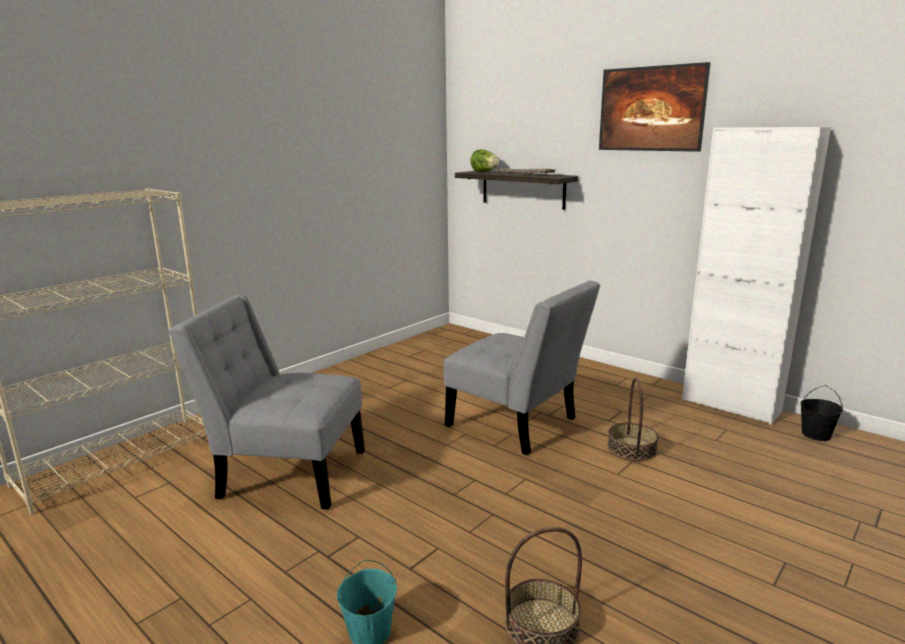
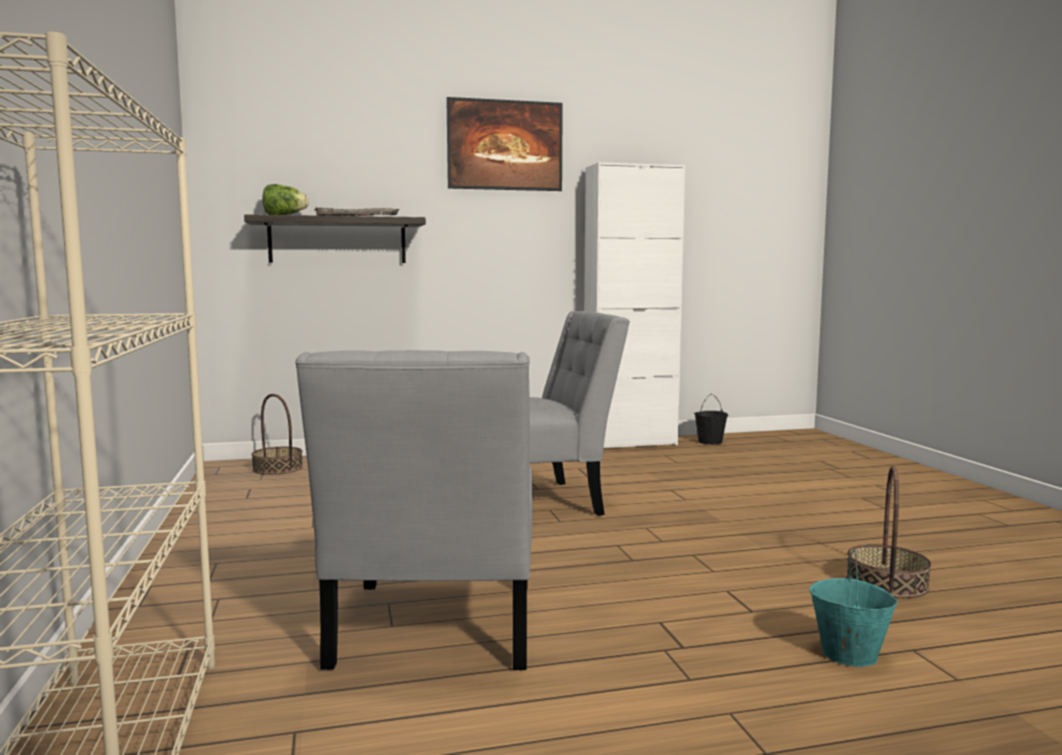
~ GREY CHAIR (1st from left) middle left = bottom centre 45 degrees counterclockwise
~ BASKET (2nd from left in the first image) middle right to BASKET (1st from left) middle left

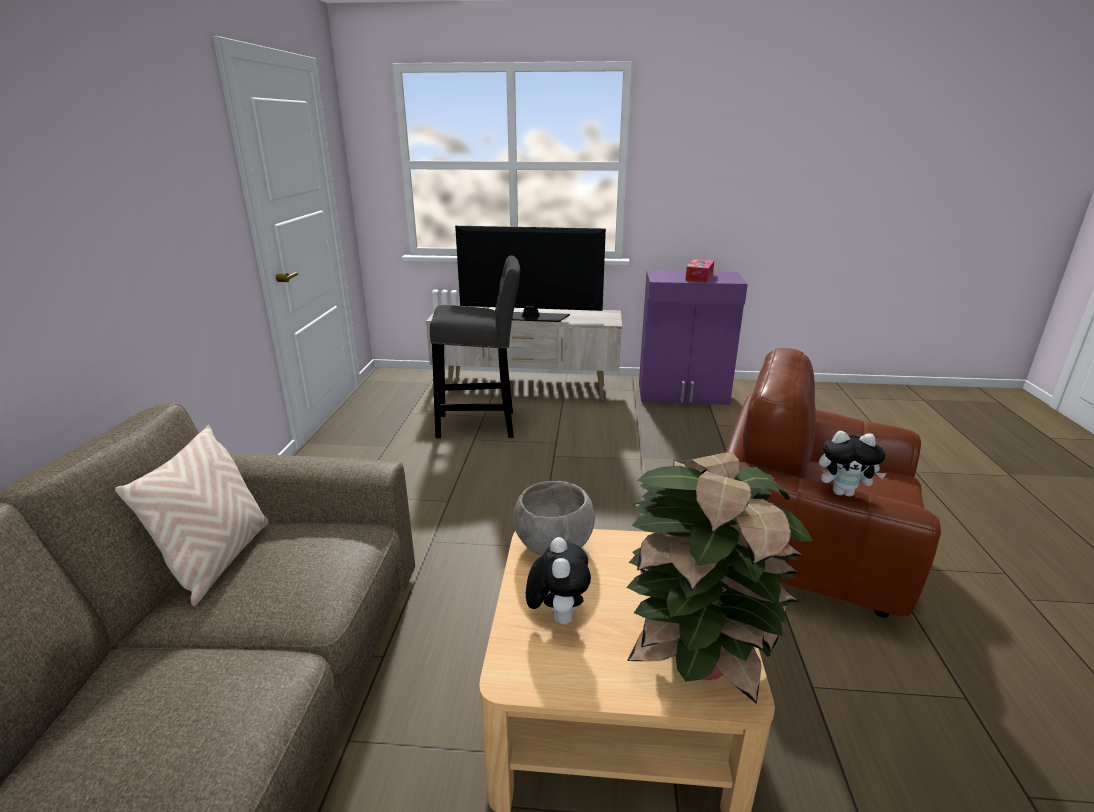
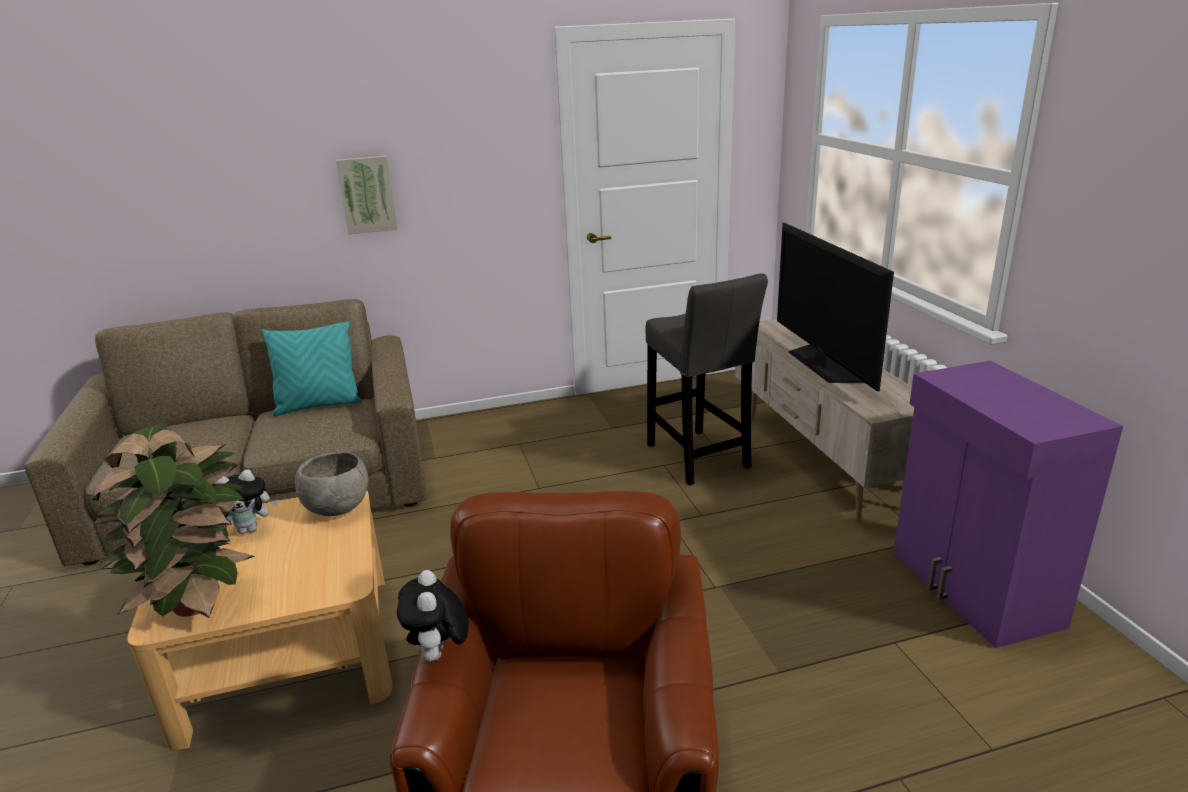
~ BEIGE PILLOW middle left to TURQUOISE PILLOW middle left
- TISSUE BOX centre
+ PICTURE top left

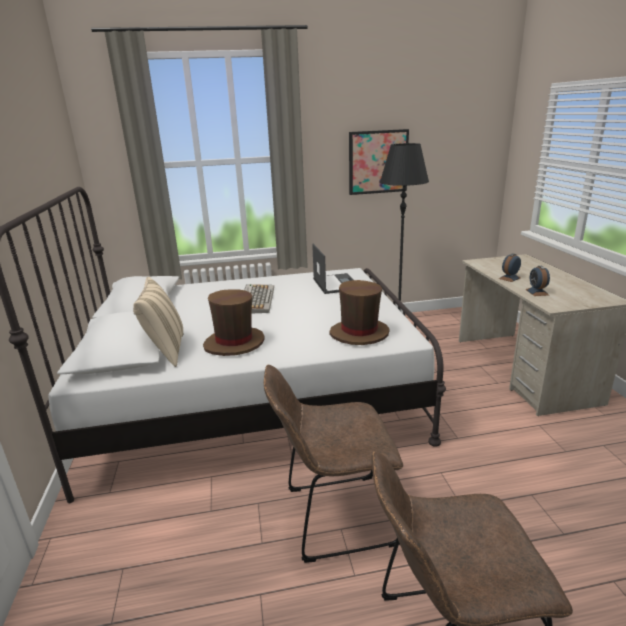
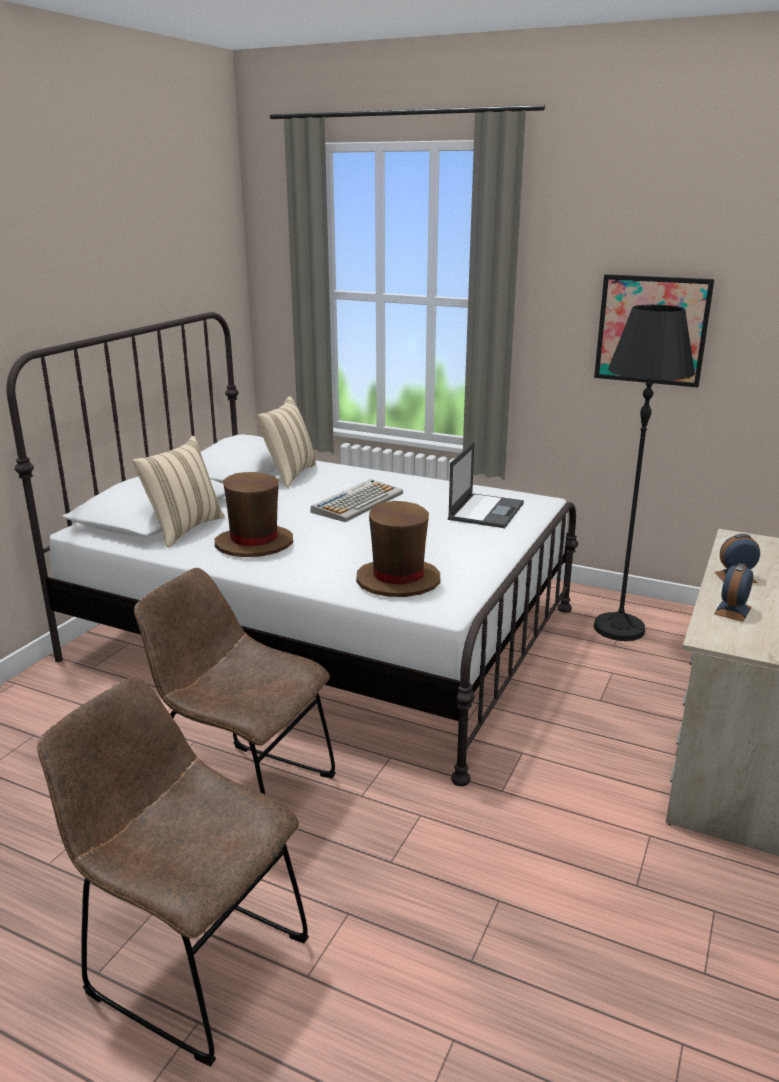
+ BEIGE PILLOW (2nd from left) centre

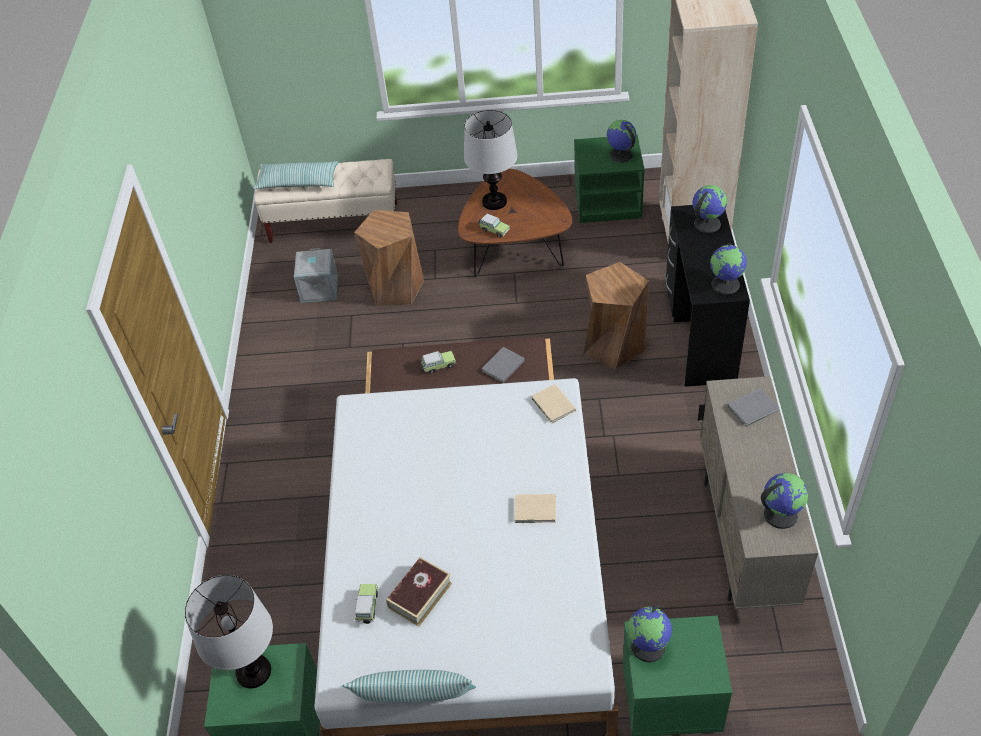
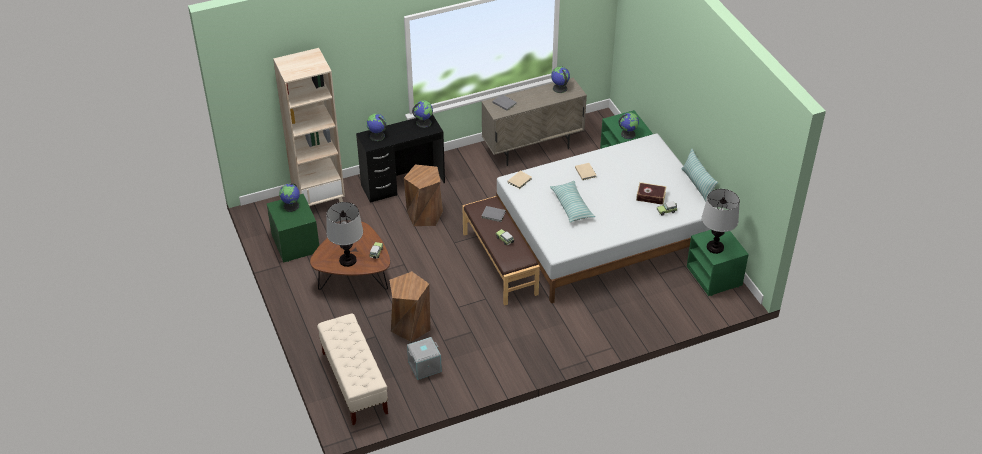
~ PILLOW (1st from left) top left to centre

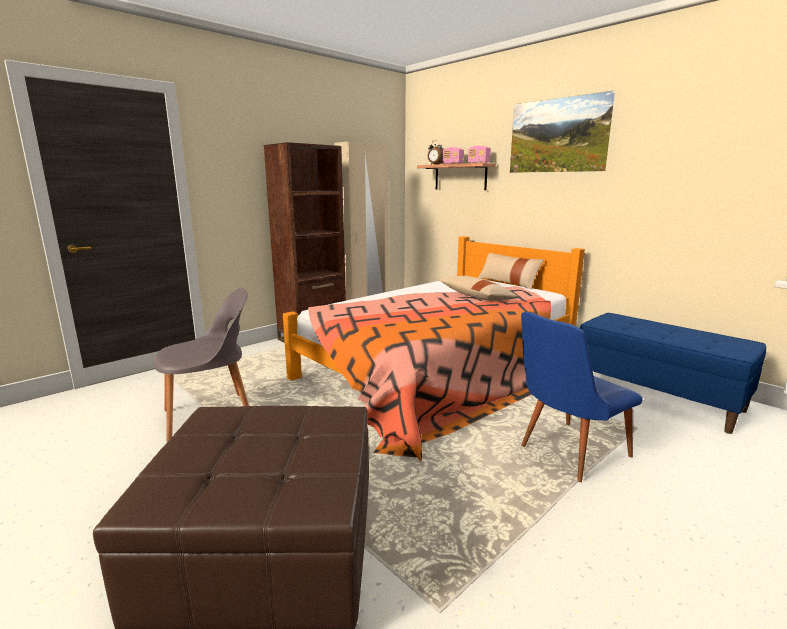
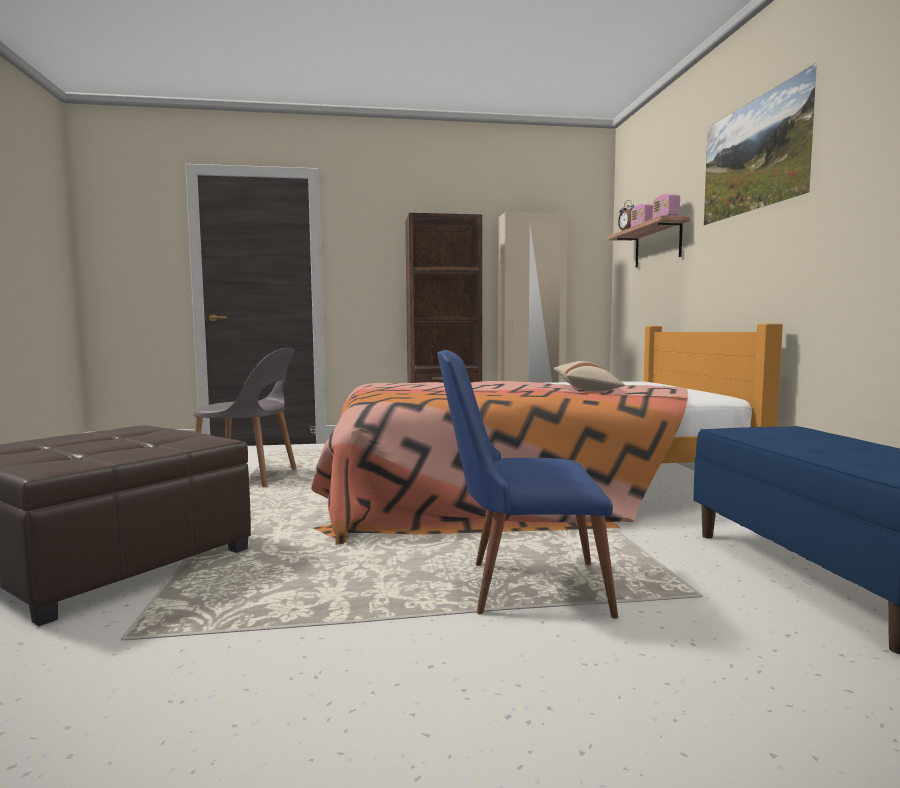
- BEIGE PILLOW (2nd from left) centre

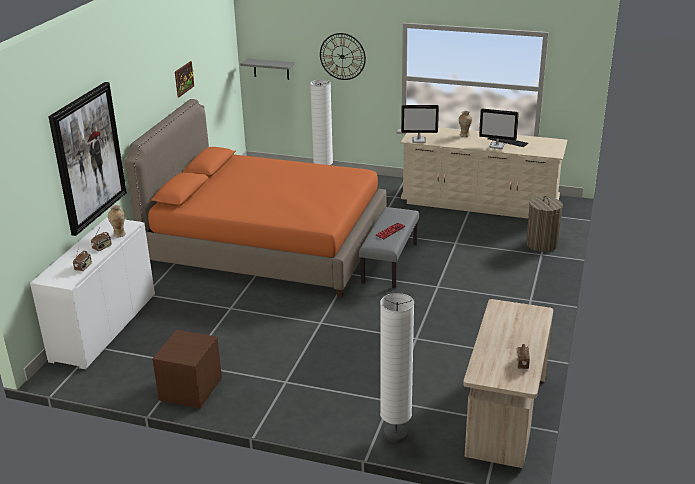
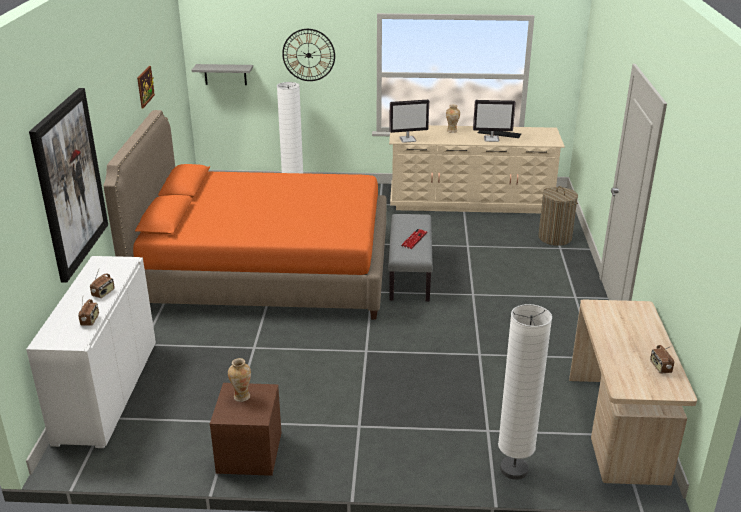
~ VASE (1st from left) middle left to bottom left

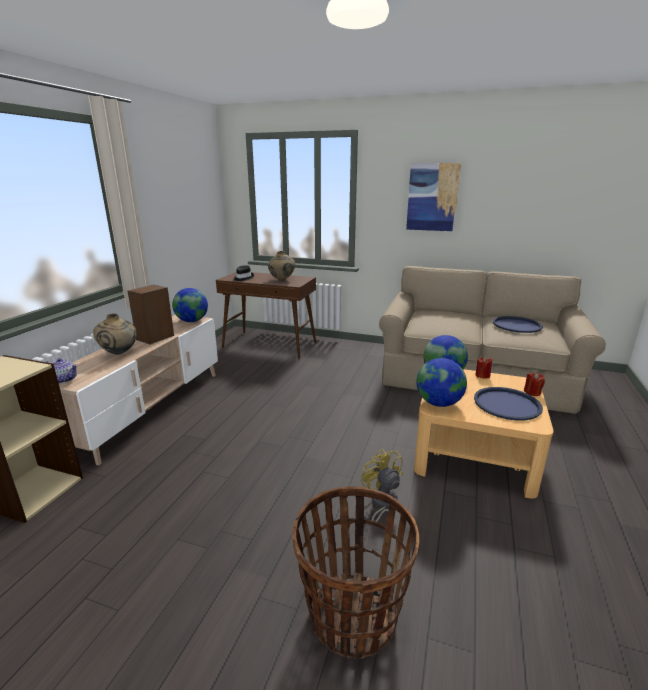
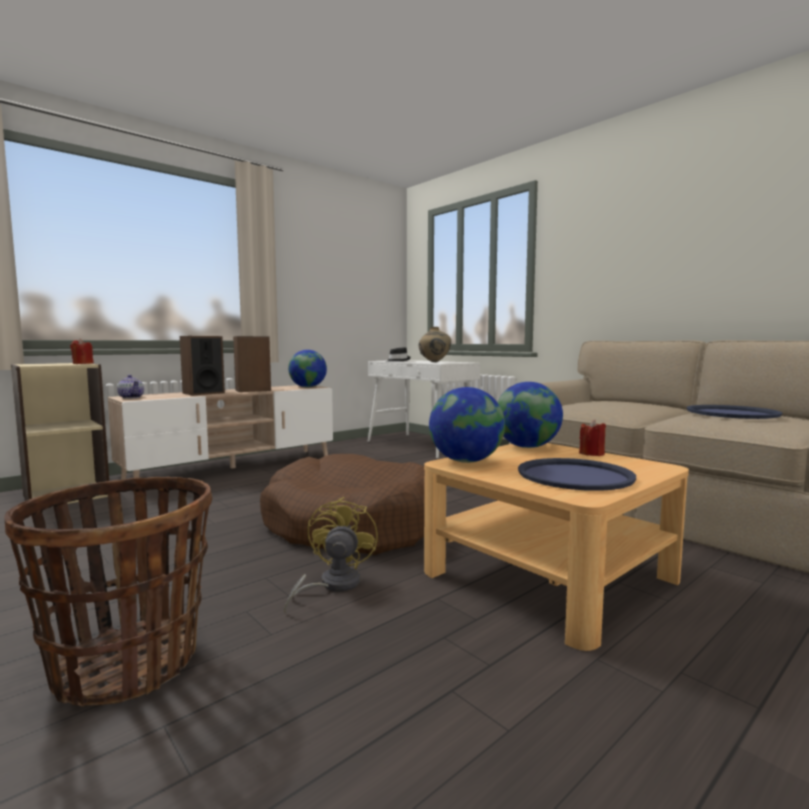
~ BEIGE VASE (1st from left) middle left to SPEAKER (1st from left) middle left
~ BROWN CONSOLE TABLE centre to WHITE CONSOLE TABLE centre
- PICTURE top right
~ RED CANDLE (2nd from left in the first image) middle right to RED CANDLE (1st from left) middle left
+ BROWN DOG BED centre

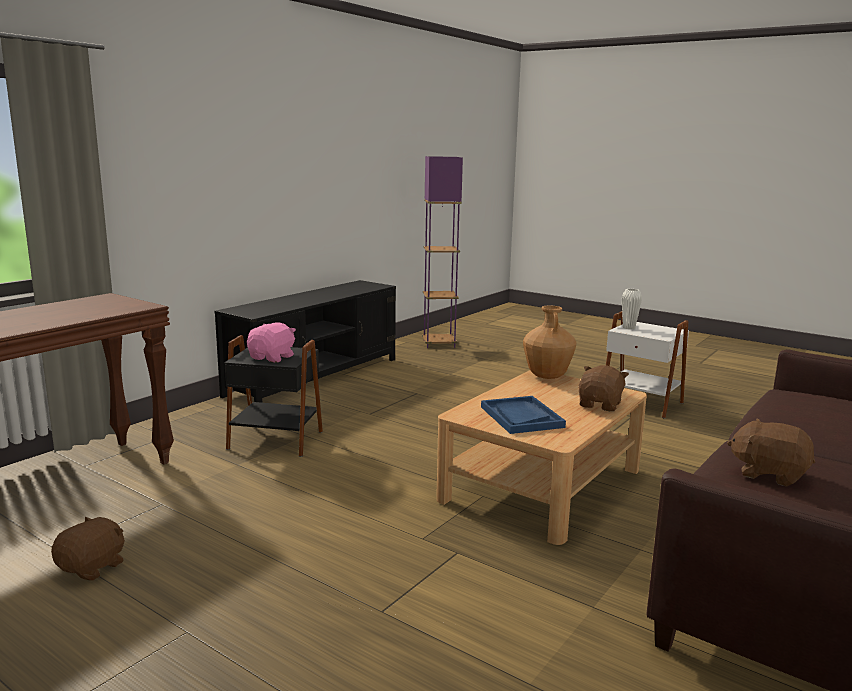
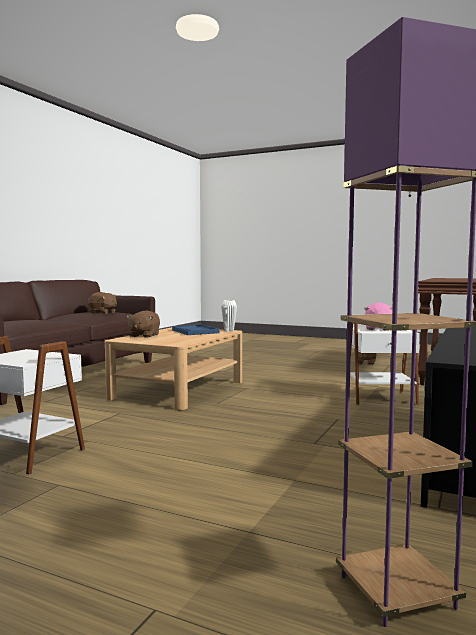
~ BLACK SIDE TABLE middle left to WHITE SIDE TABLE (2nd from left) middle right
- BROWN VASE centre
~ WHITE VASE middle right to centre

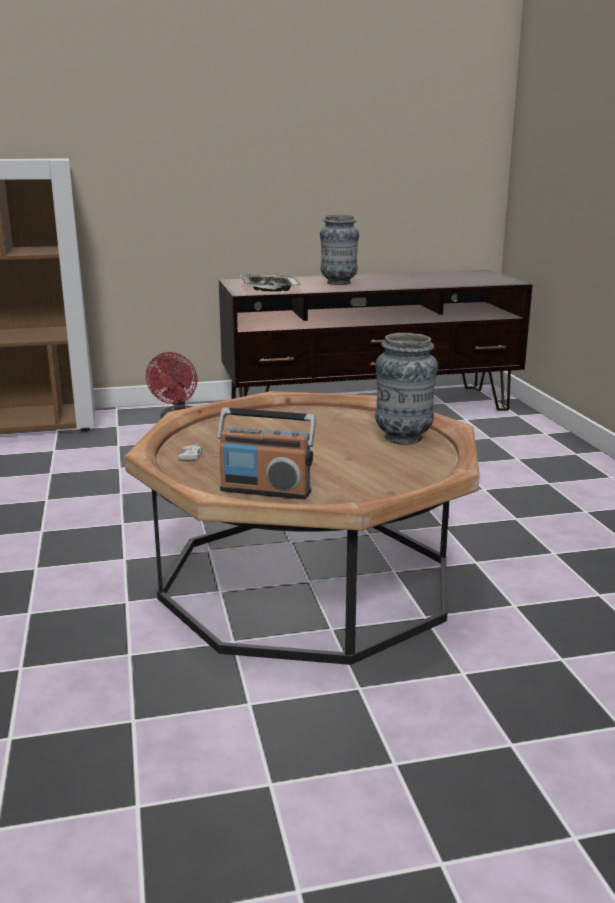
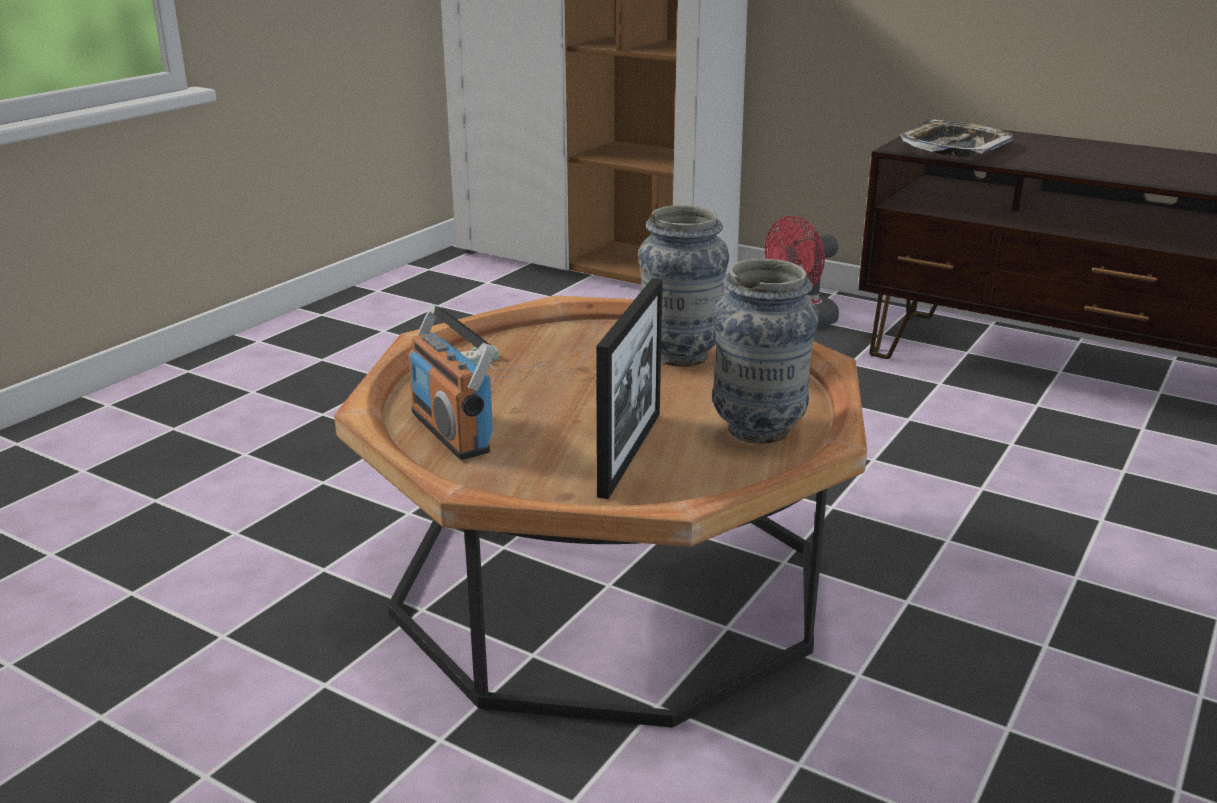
~ VASE (1st from left) top centre to centre
+ PICTURE FRAME centre

